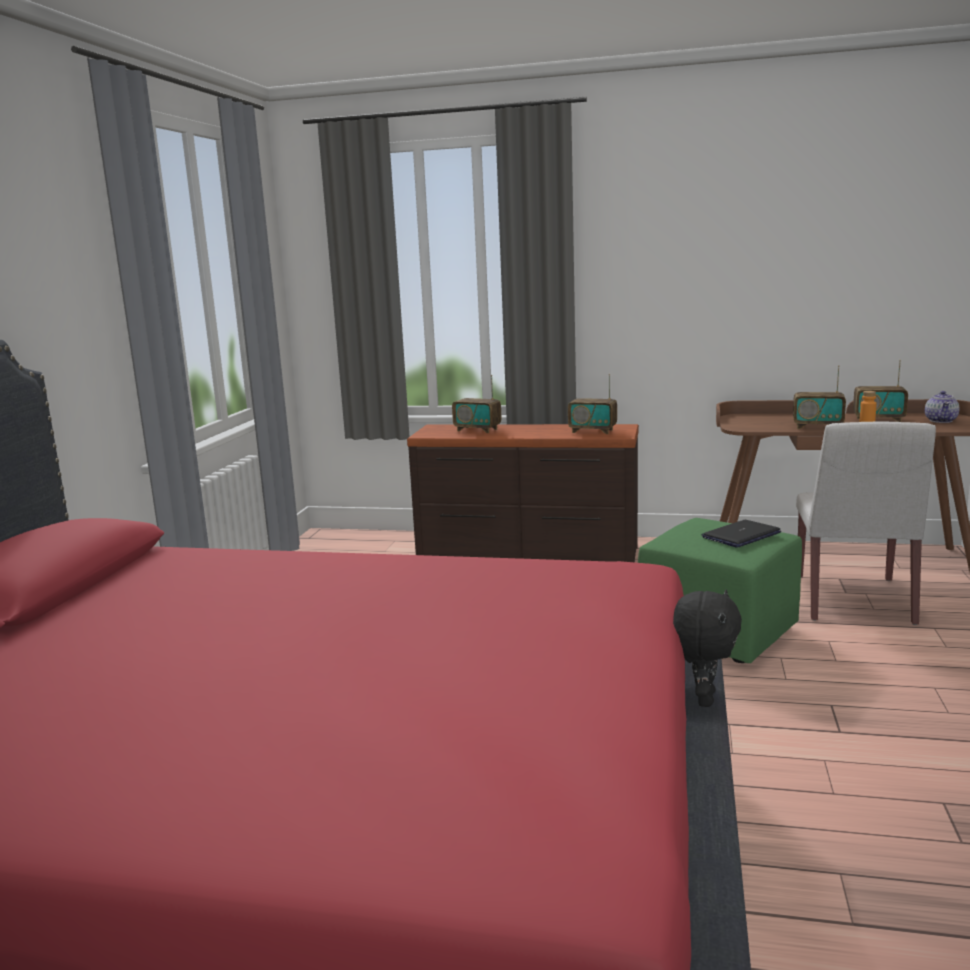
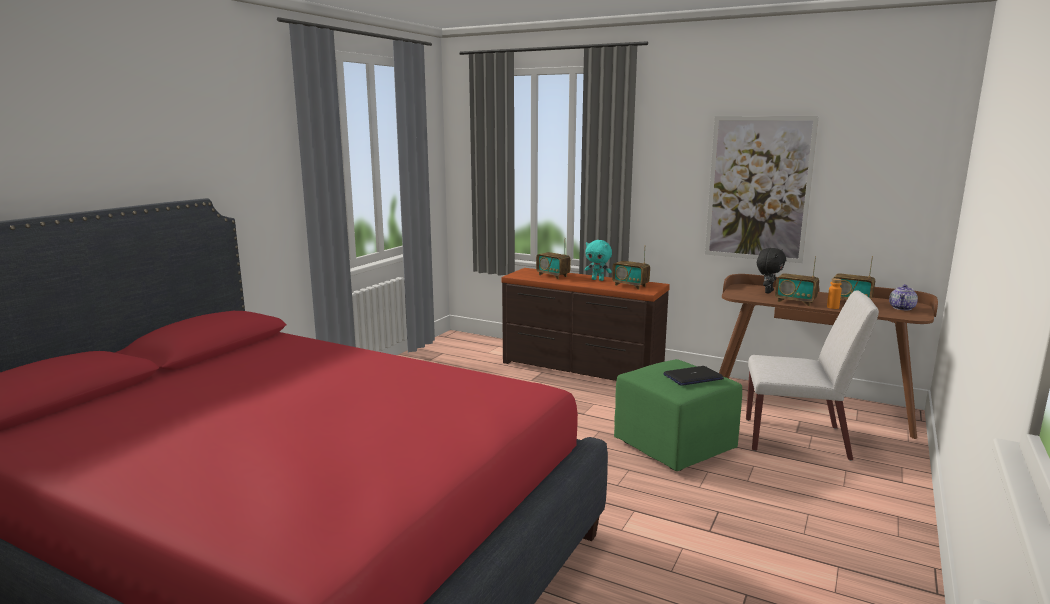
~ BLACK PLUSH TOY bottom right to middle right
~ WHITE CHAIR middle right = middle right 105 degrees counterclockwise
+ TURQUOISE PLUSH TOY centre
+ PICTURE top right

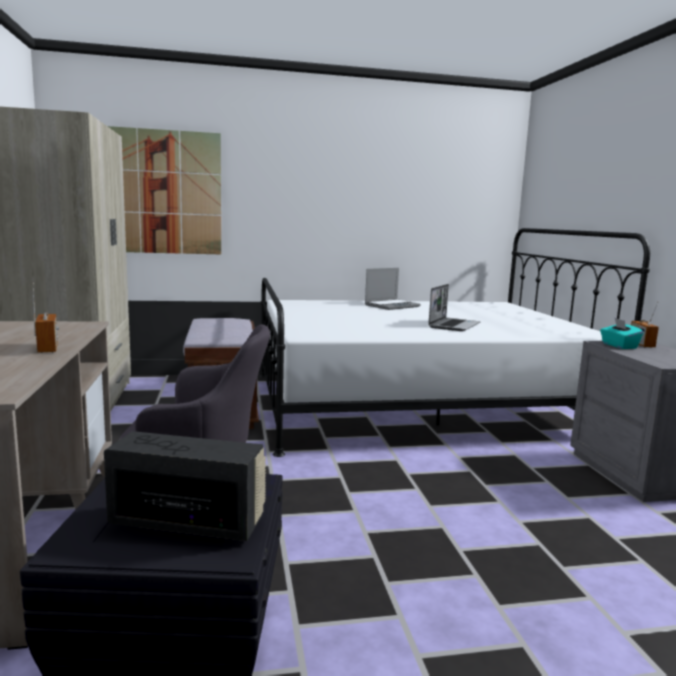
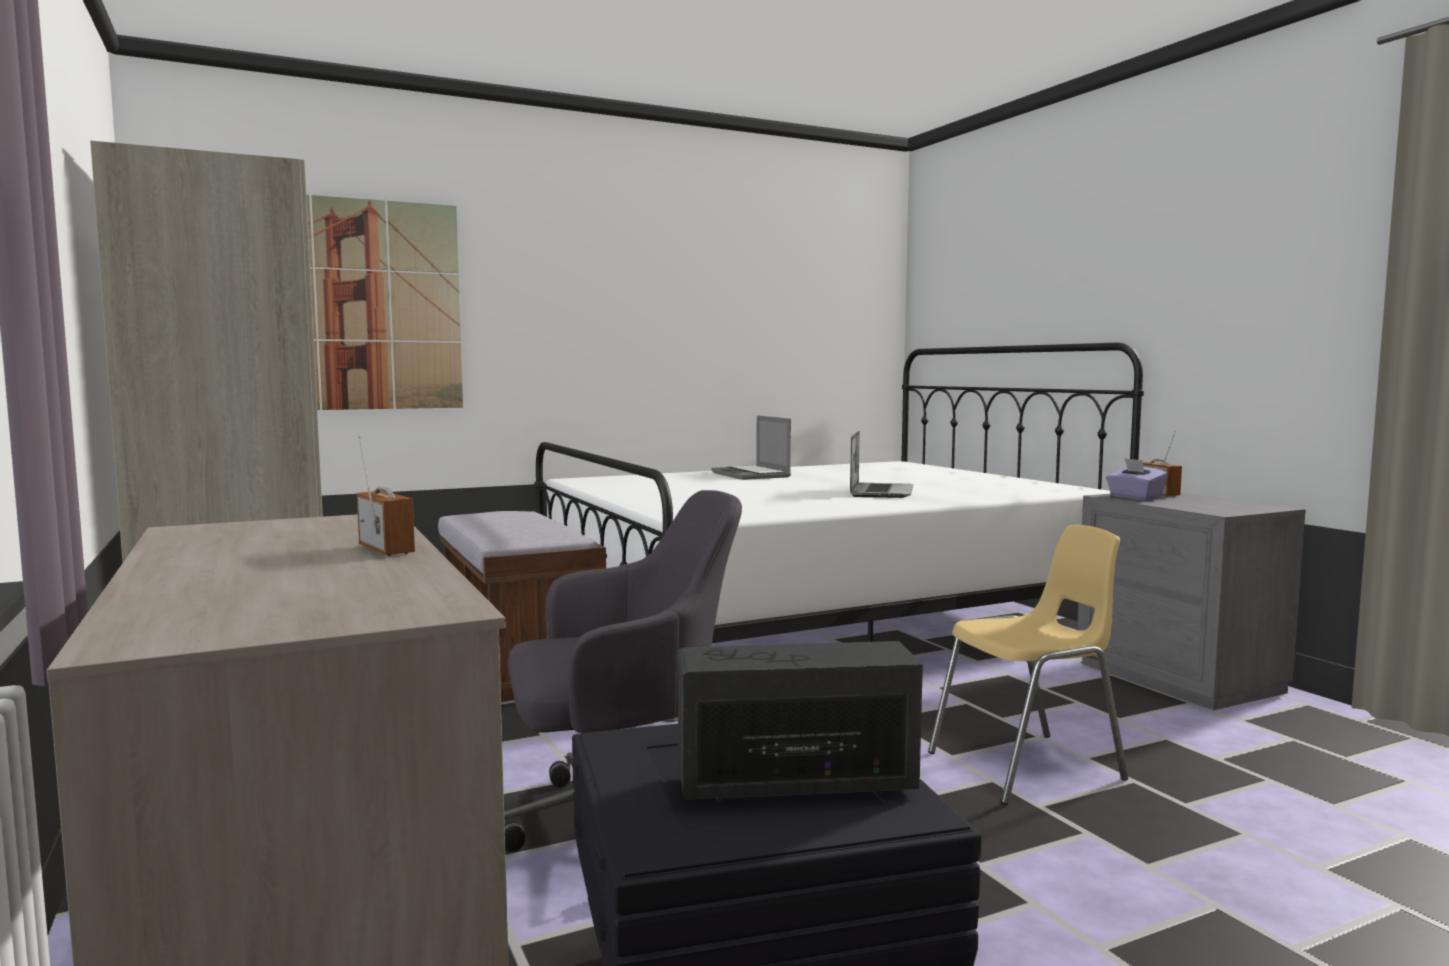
~ LAPTOP (1st from left) centre = centre 120 degrees clockwise
~ TURQUOISE TISSUE BOX middle right to PURPLE TISSUE BOX middle right
+ YELLOW CHAIR bottom right

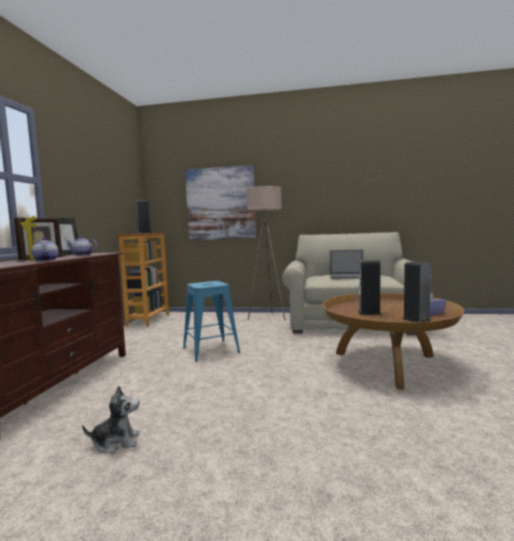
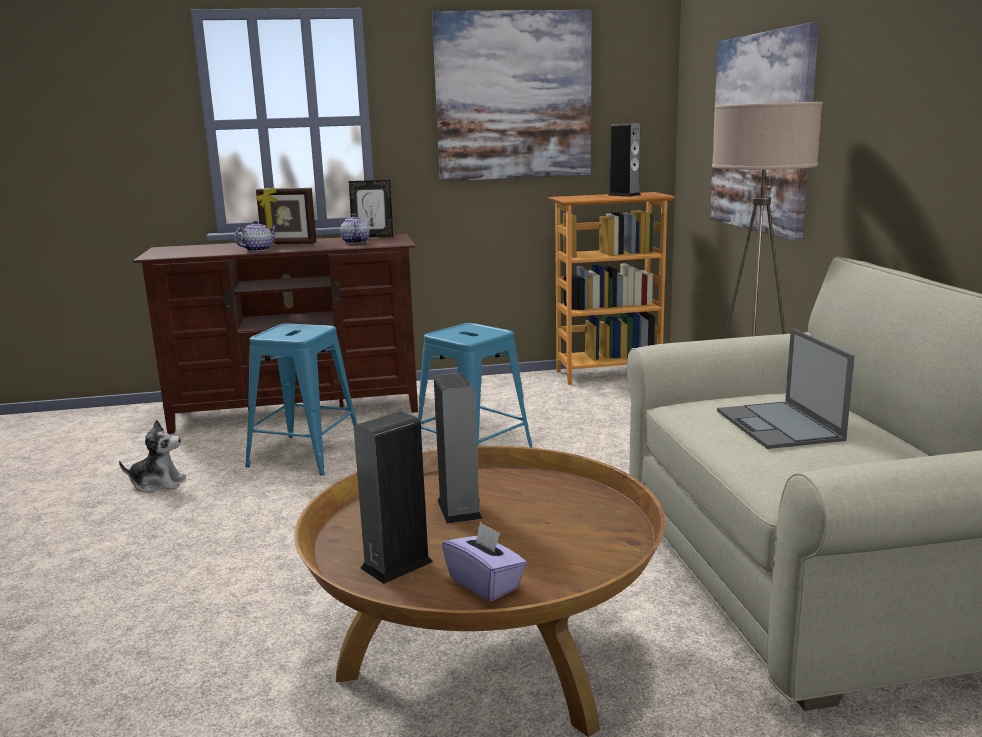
~ PLUSH TOY bottom left = middle left 60 degrees counterclockwise
+ BLUE STOOL (1st from left) middle left
+ PICTURE (1st from left) top centre

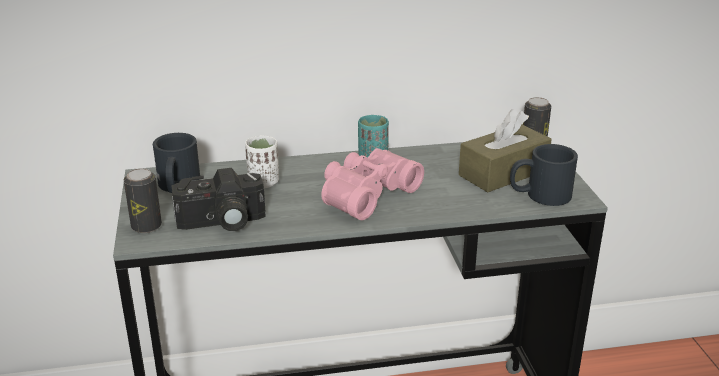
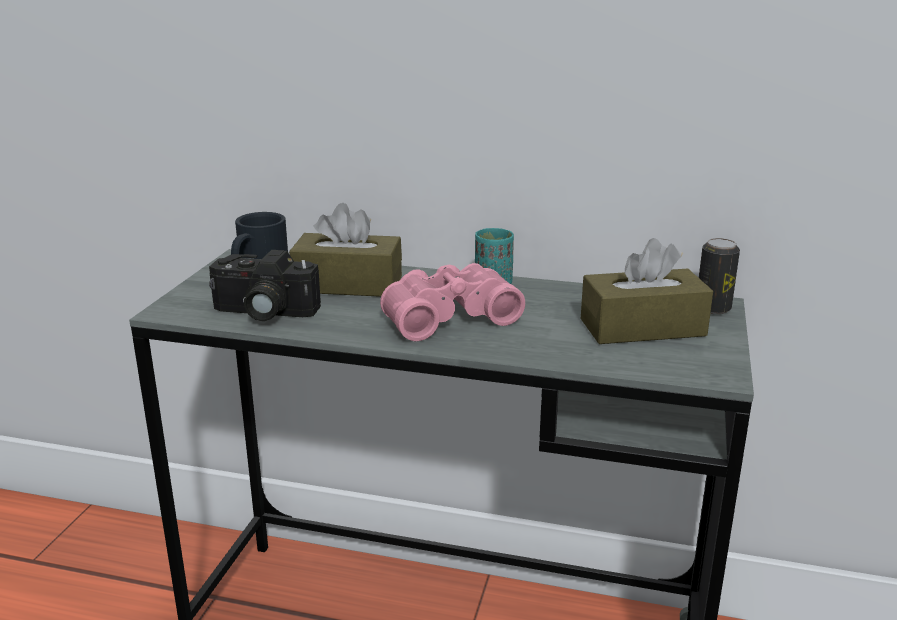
- CAN (1st from left) middle left
~ WHITE CUP centre to BROWN TISSUE BOX (1st from left) centre
- BLACK MUG (2nd from left) middle right

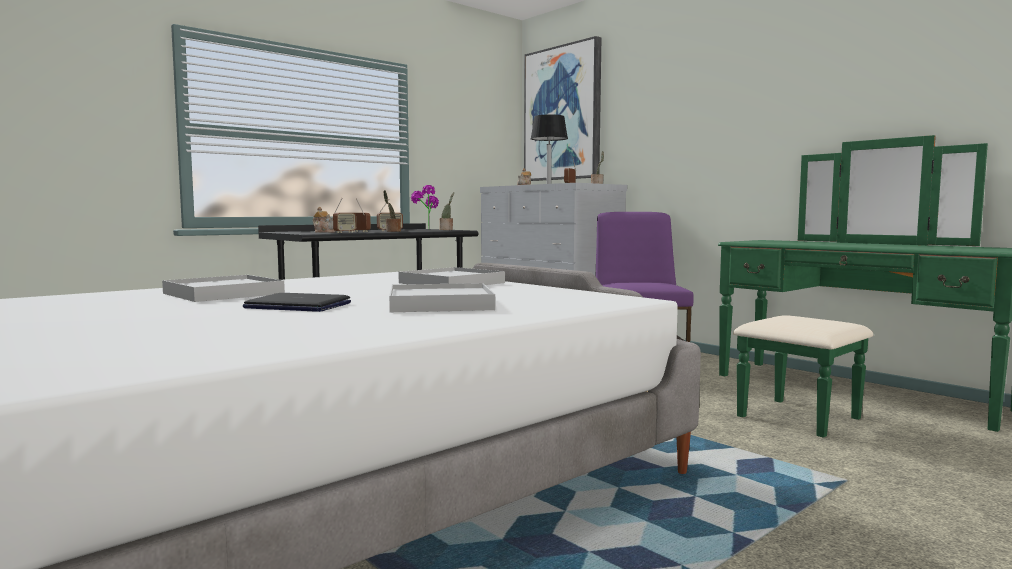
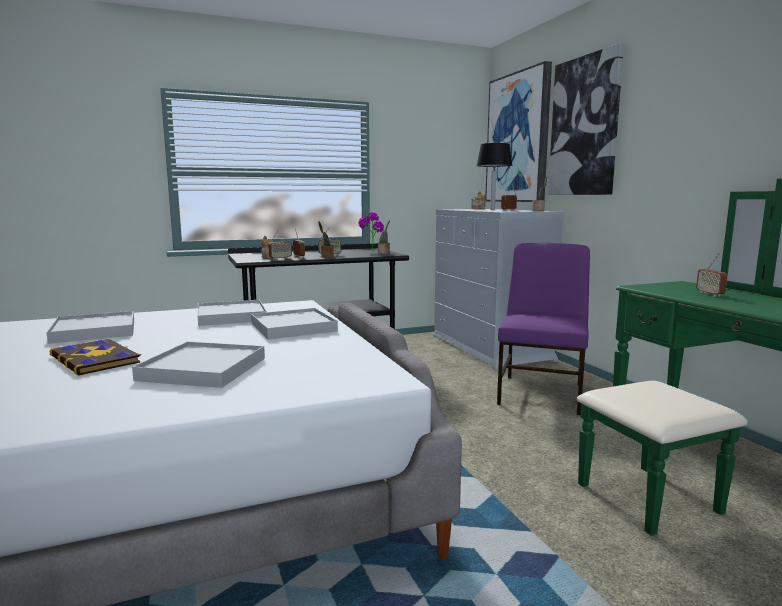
~ LAPTOP middle left to BOOK middle left
+ WHITE TRAY (3rd from left) middle left
+ PICTURE (2nd from left) top right
+ RADIO (5th from left) middle right

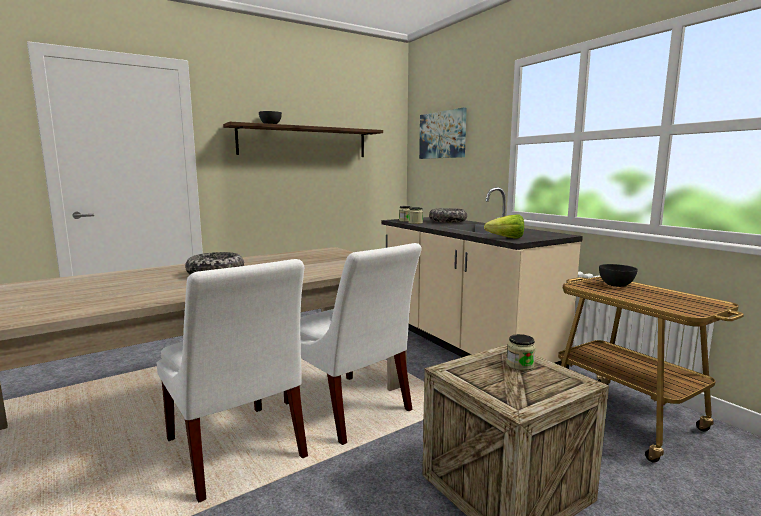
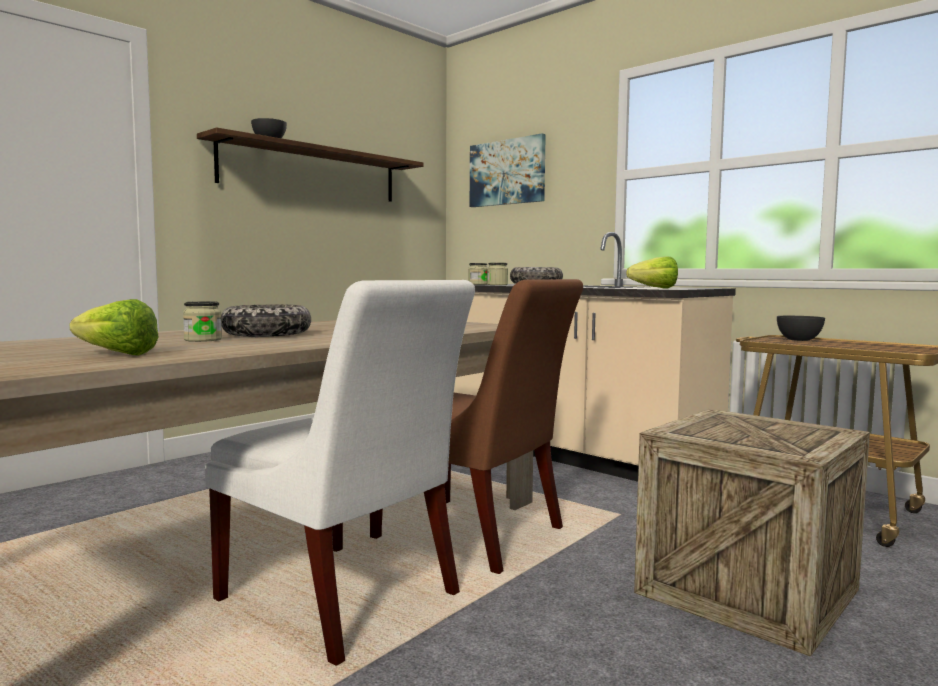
~ WHITE CHAIR (2nd from left) bottom centre to BROWN CHAIR centre
~ JAR (3rd from left in the first image) bottom right to JAR (1st from left) middle left
+ LETTUCE (1st from left) middle left

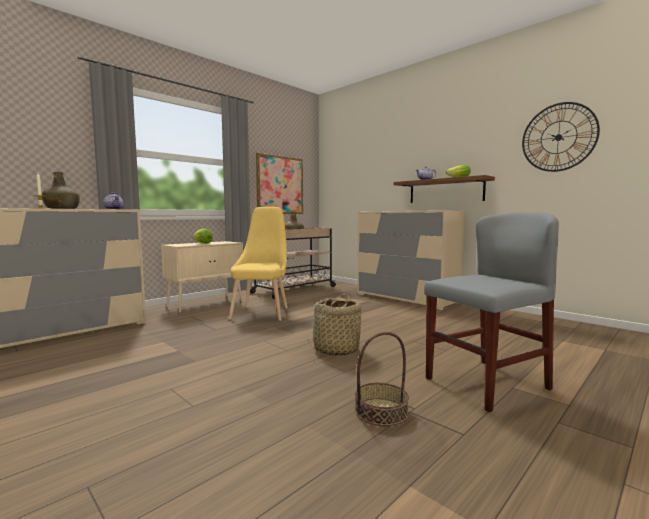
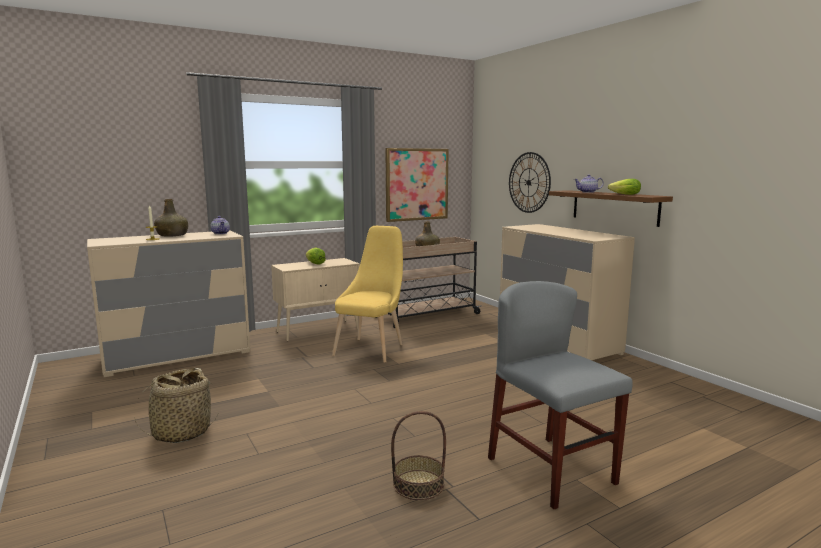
~ BASKET (1st from left) centre to bottom left
~ GREY CHAIR middle right = bottom right 105 degrees counterclockwise
~ WALL CLOCK top right to top centre

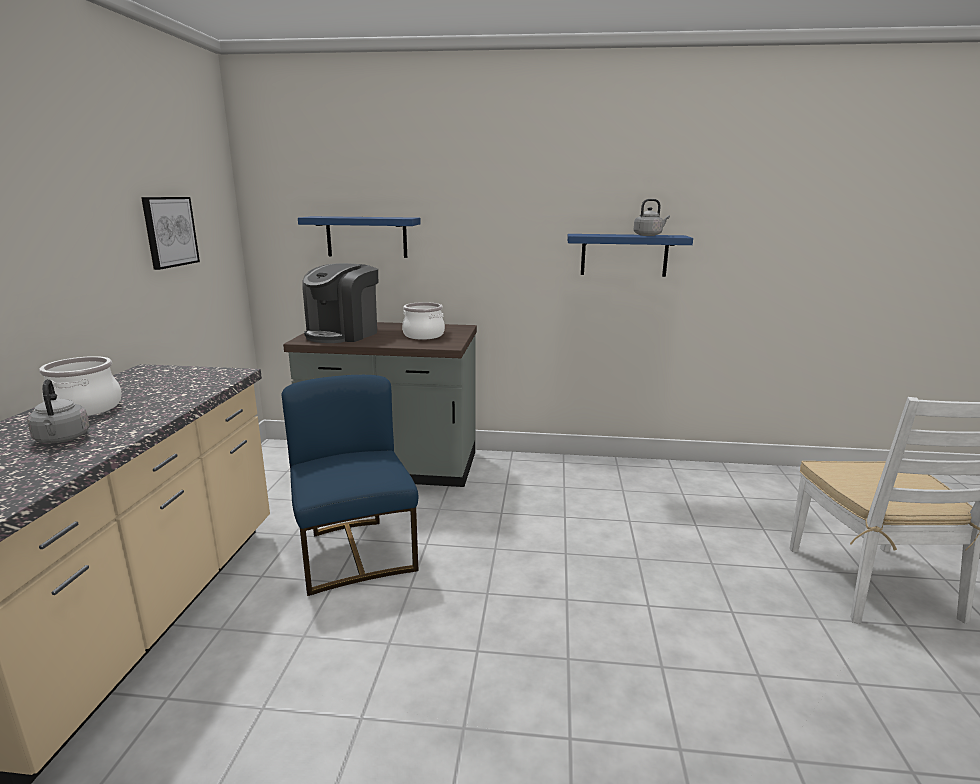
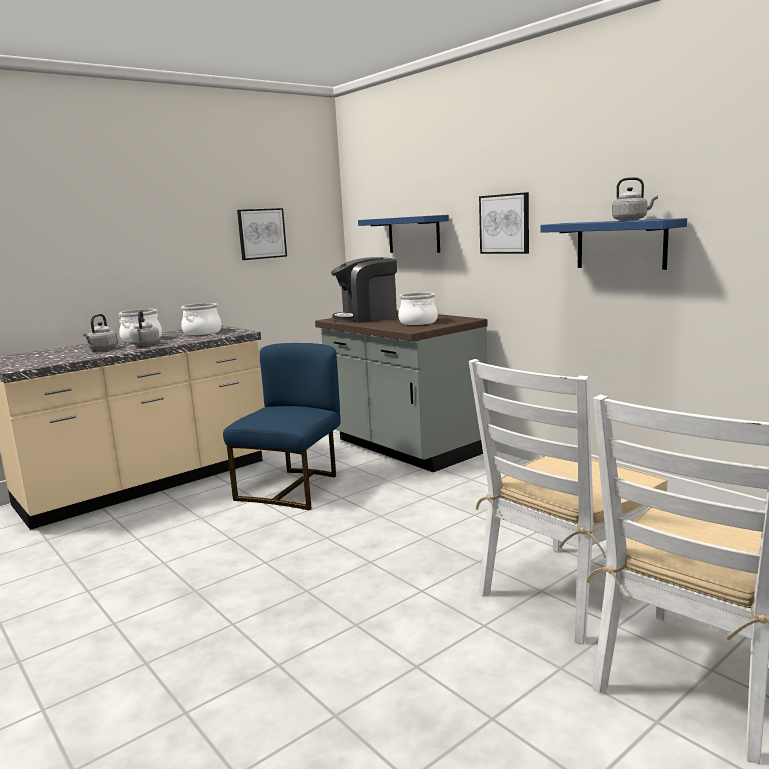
+ GREY KETTLE (2nd from left) middle left
+ COOKING POT (2nd from left) middle left
+ WHITE CHAIR (1st from left) middle right
+ PICTURE (2nd from left) top centre

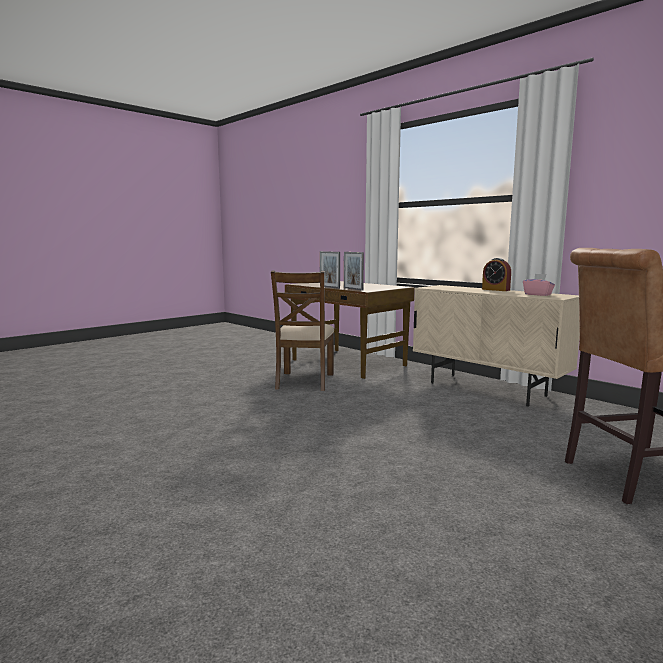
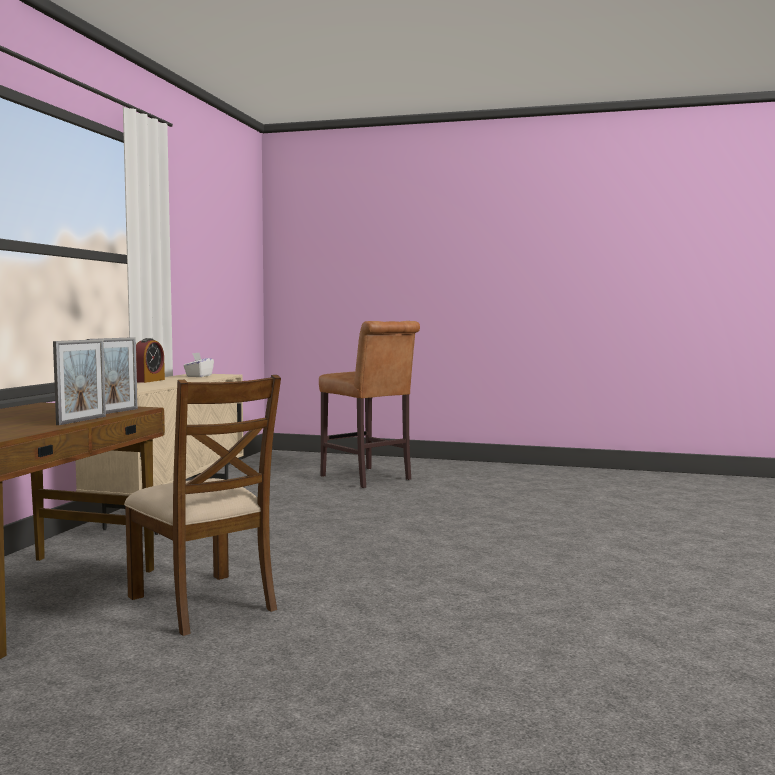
~ BROWN CHAIR centre = middle left 75 degrees clockwise
~ PINK TISSUE BOX middle right to WHITE TISSUE BOX middle left

